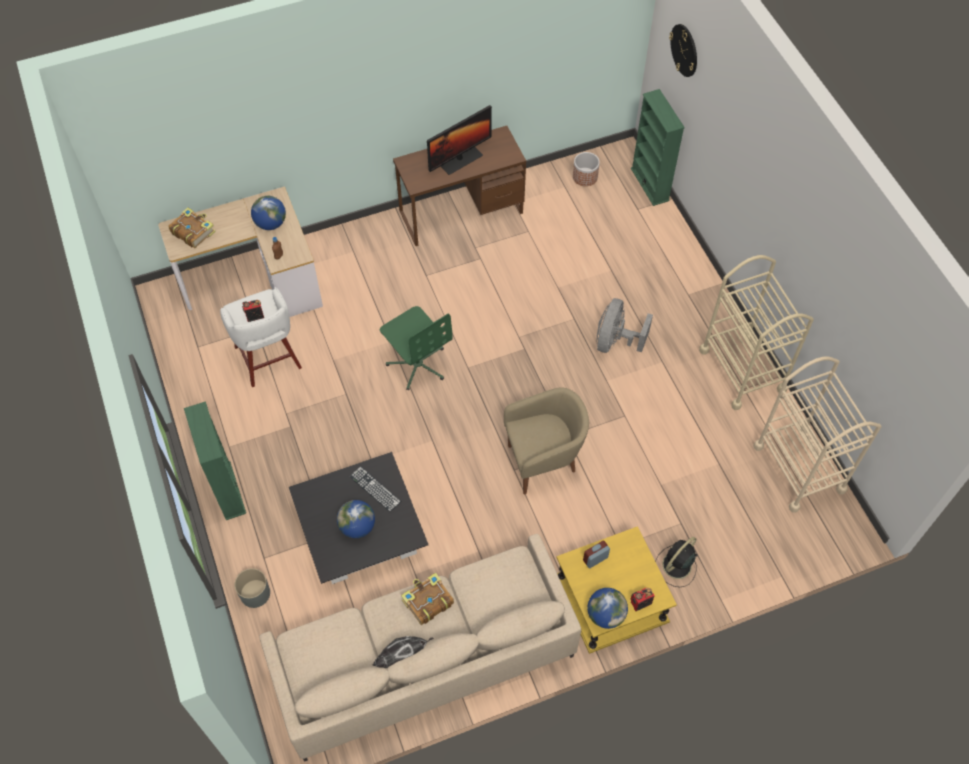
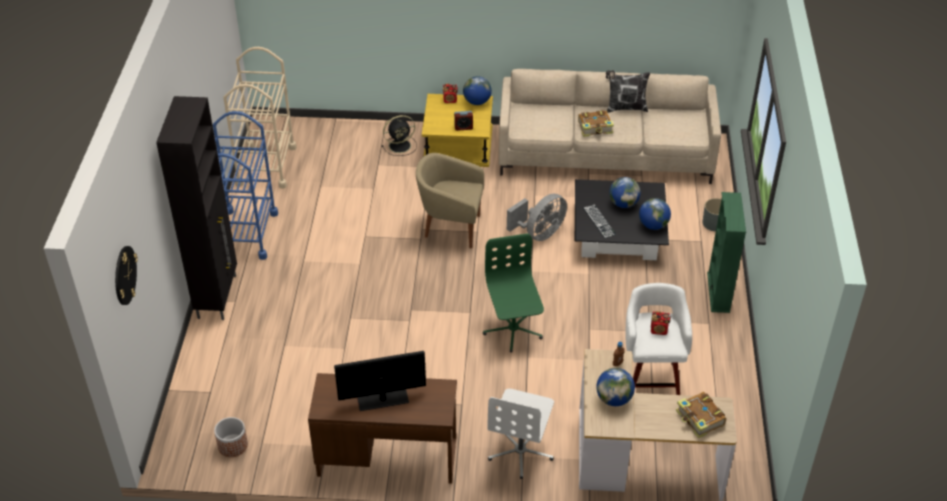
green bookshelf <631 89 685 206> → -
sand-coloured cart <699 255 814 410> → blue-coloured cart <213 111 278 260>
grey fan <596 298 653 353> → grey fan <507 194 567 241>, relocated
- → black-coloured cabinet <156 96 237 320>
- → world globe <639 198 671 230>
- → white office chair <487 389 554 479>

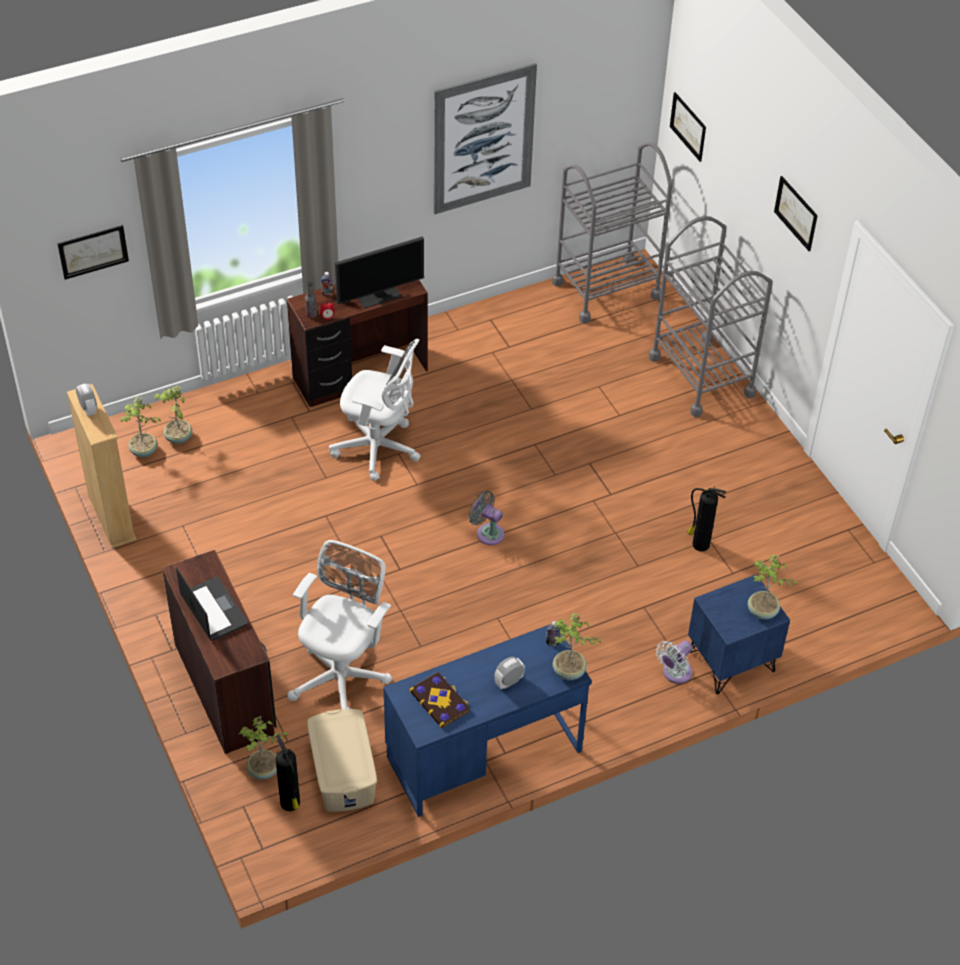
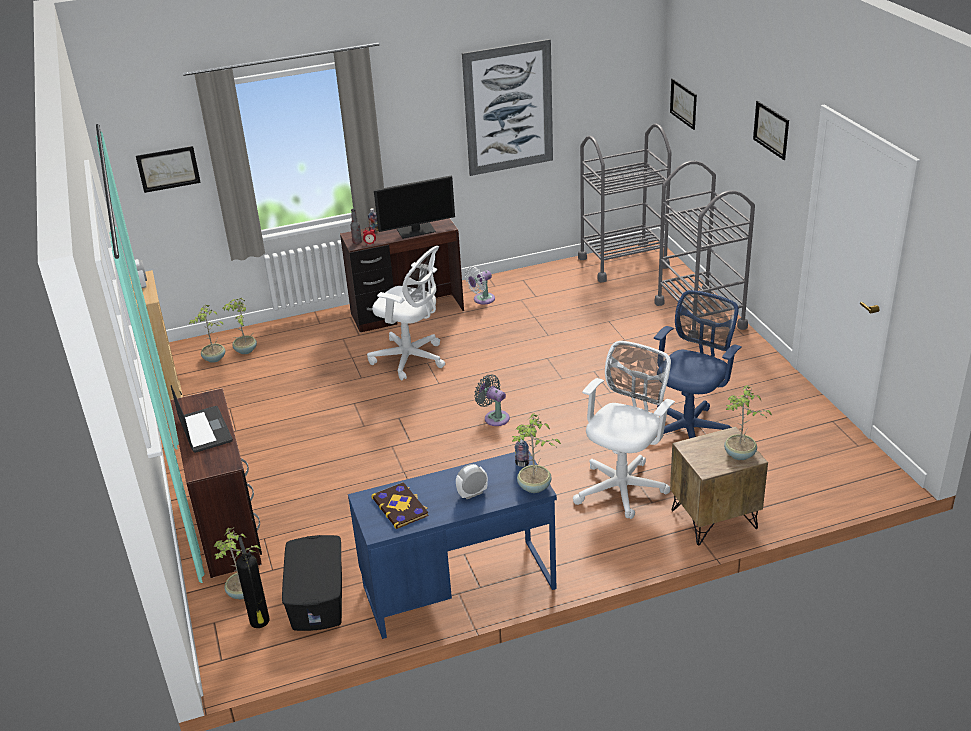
fire-fighting cylinder <687 486 726 551> → blue-coloured office chair <654 290 742 439>
white office chair <288 540 392 709> → white office chair <573 341 675 519>, relocated
blue-coloured nightstand <688 574 790 694> → brownish nightstand <670 427 768 545>
white fan <656 641 692 684> → white fan <465 266 495 305>, relocated
sand-coloured storage bin <307 709 377 812> → black-coloured storage bin <282 535 342 631>

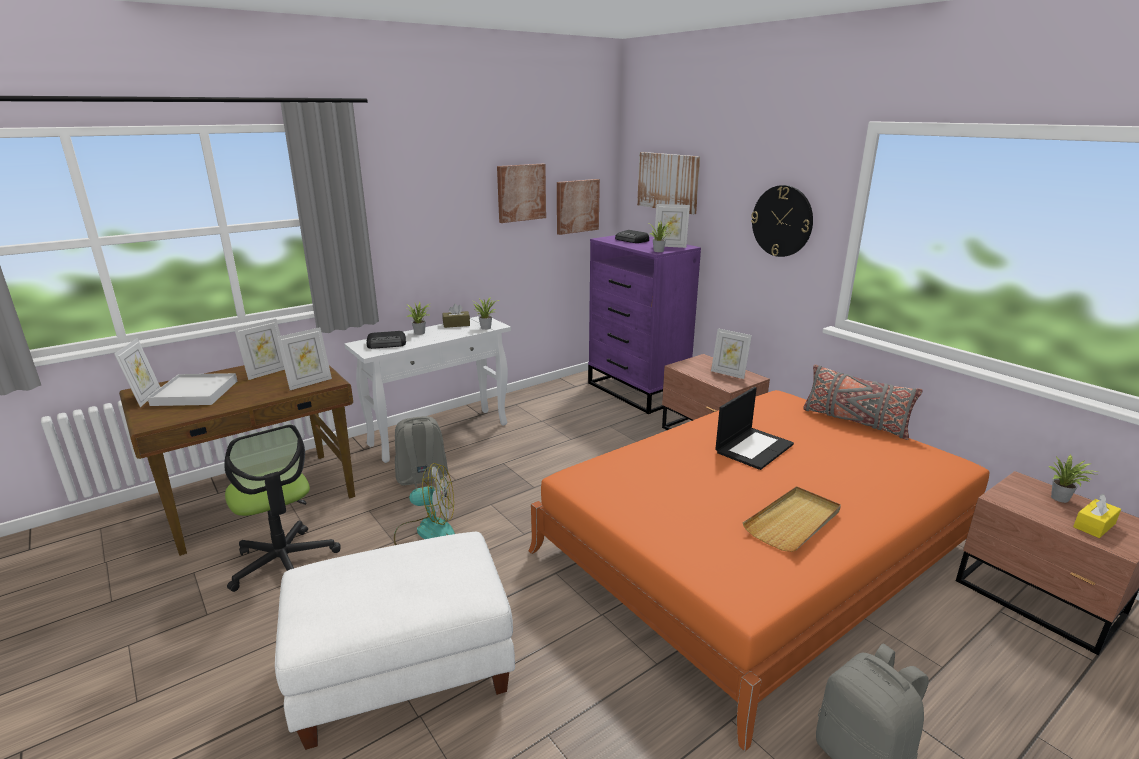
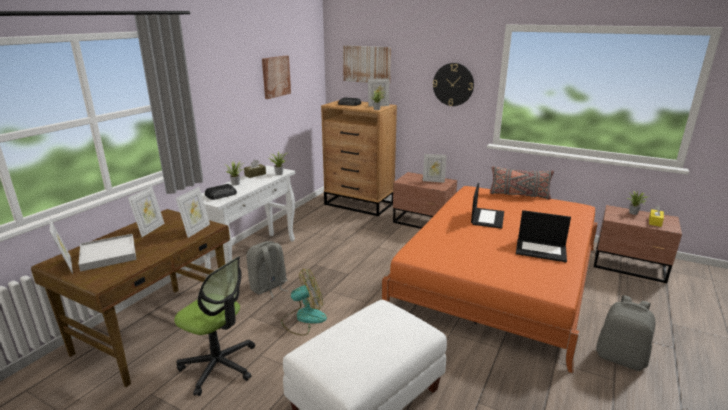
wall art <557 179 600 235> → -
purple-coloured chest of drawers <588 235 701 414> → brownish chest of drawers <321 100 397 216>
sand-coloured carrying tray <743 486 841 552> → laptop <516 210 571 262>

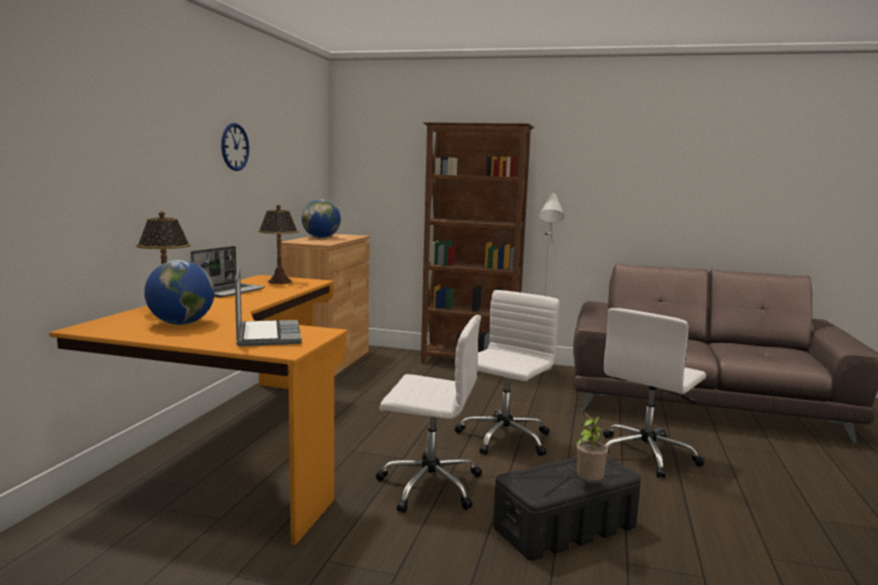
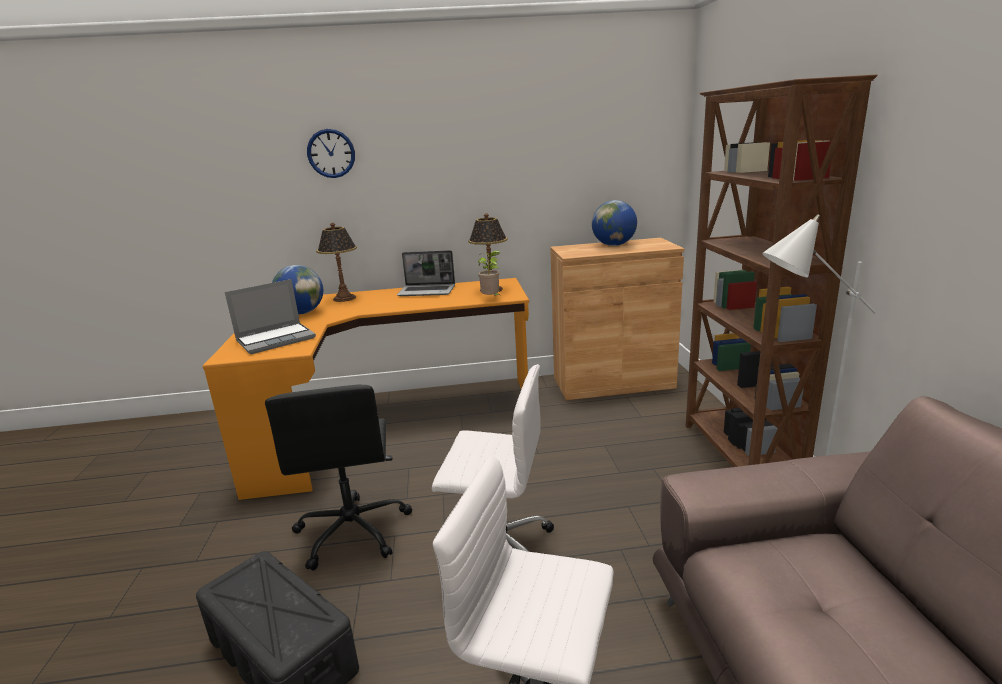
clock on the wall <221 123 249 171> → clock on the wall <307 129 355 178>, relocated
white office chair <376 315 482 513> → black-coloured office chair <265 385 412 570>
plant in a pot <576 412 608 481> → plant in a pot <478 251 500 296>, relocated

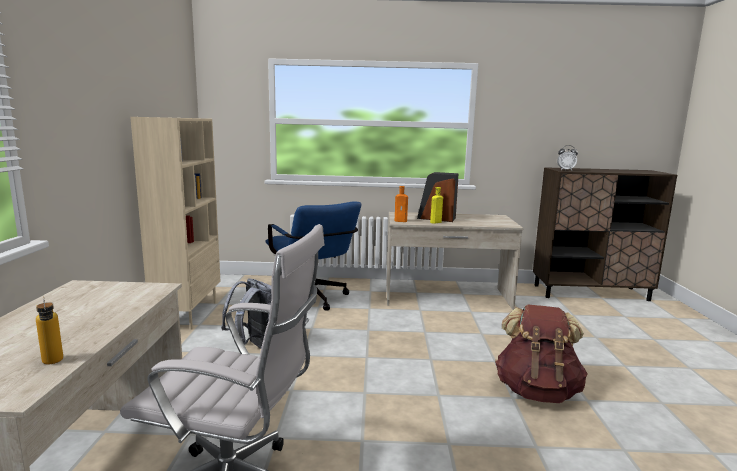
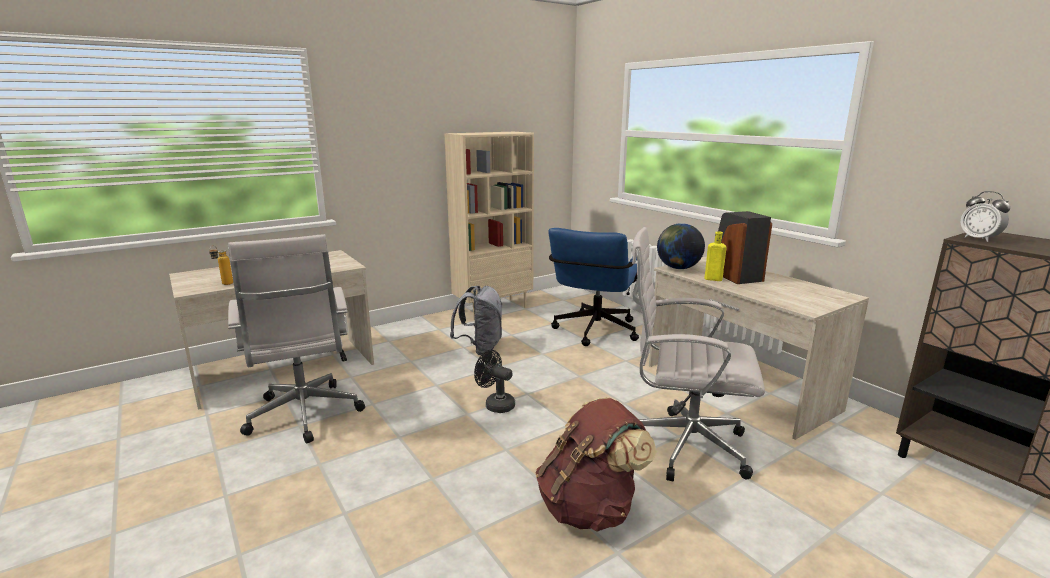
orange beverage bottle <395 186 408 222> → world globe <657 223 705 269>
- → white office chair <632 227 765 481>
- → black-coloured fan <474 350 515 413>

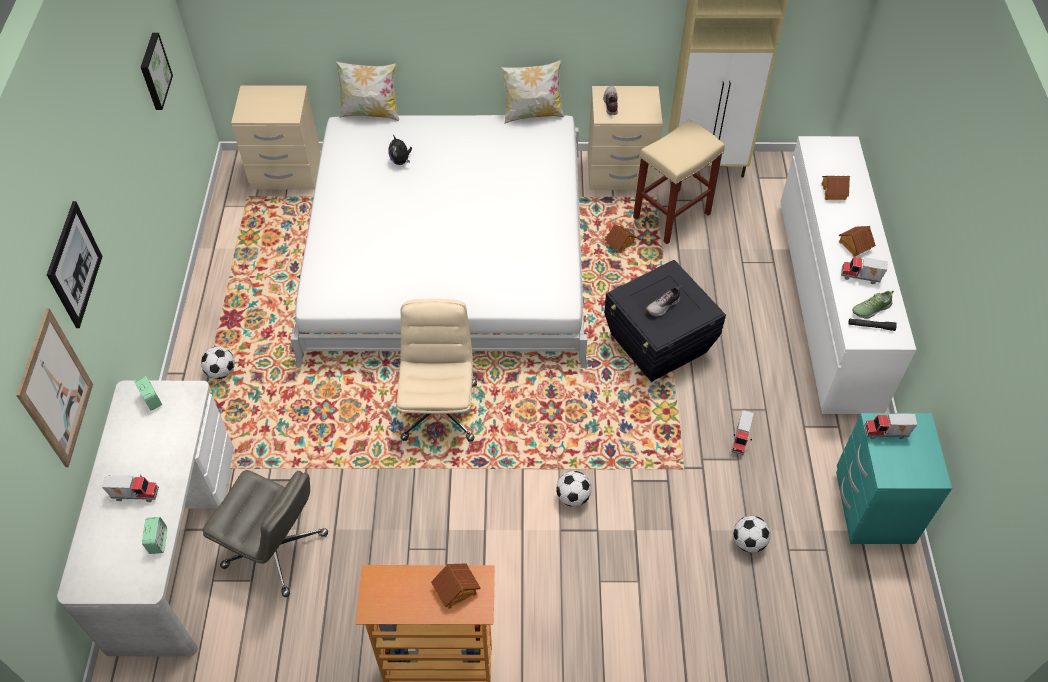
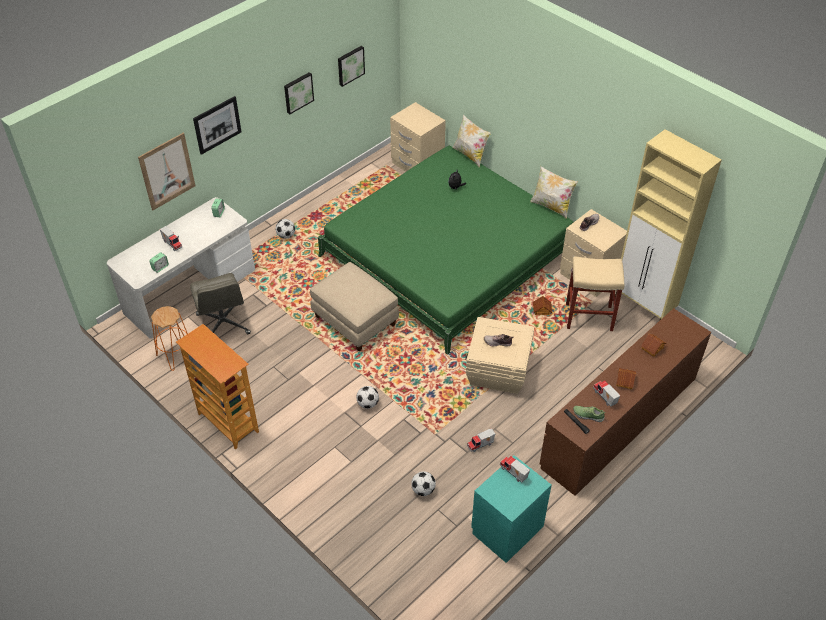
white sleeping bed <290 115 588 368> → green sleeping bed <318 146 573 355>
white chest of drawers <780 136 916 414> → brownish chest of drawers <540 308 711 496>
black-coloured storage bin <604 260 726 382> → sand-coloured storage bin <465 317 534 394>
sand-coloured office chair <396 299 477 442> → sand-coloured pouffe <310 262 399 351>
model house <431 564 481 609> → -
- → wall art <284 72 314 114>
- → orange stool <151 306 188 371>

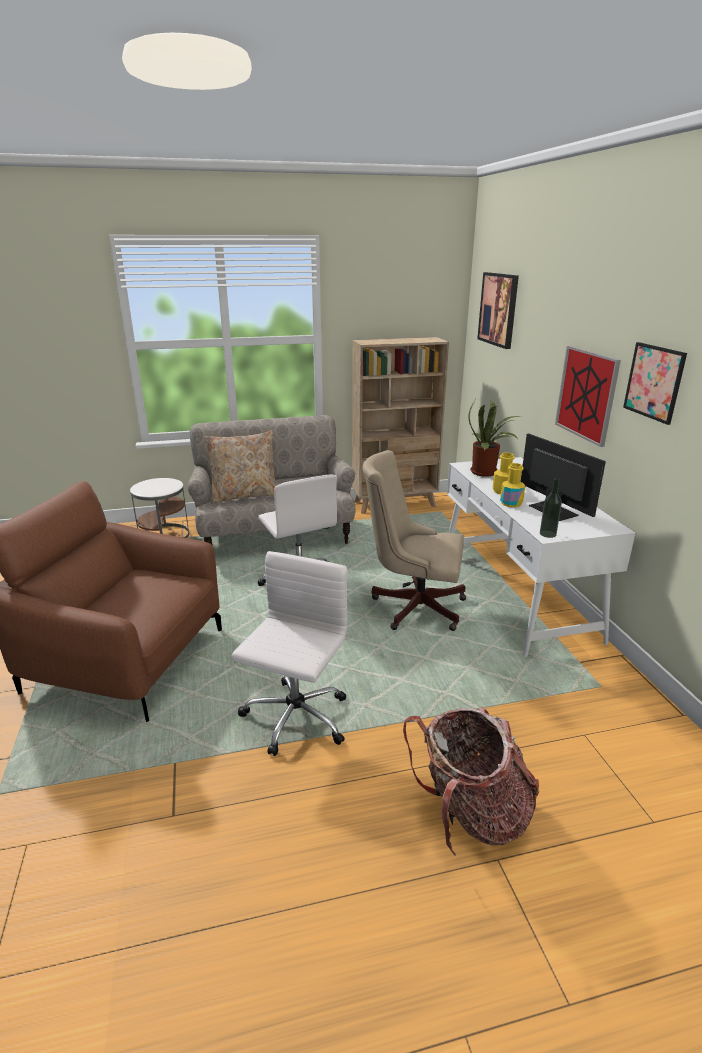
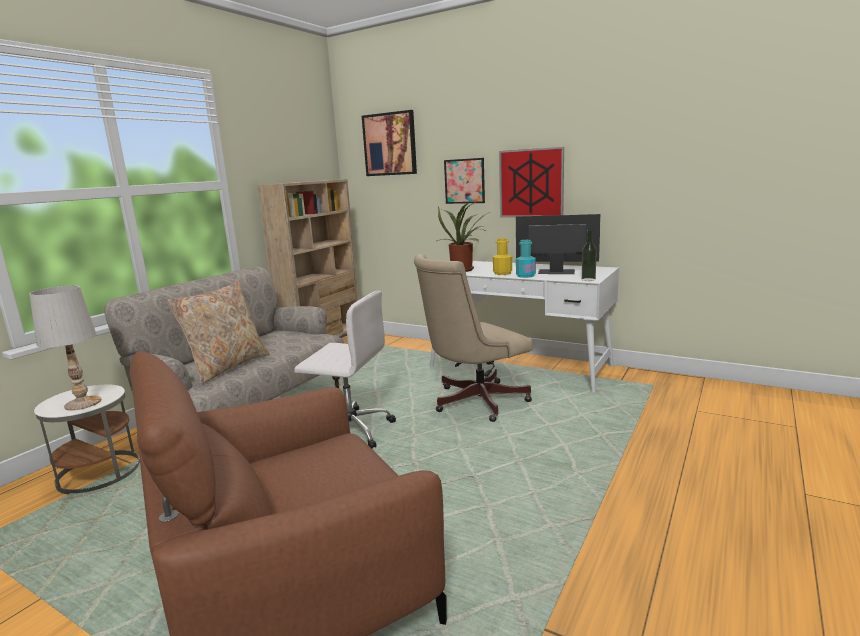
wall art <623 342 687 425> → wall art <444 158 485 204>, relocated
yellow beverage bottle <500 463 525 507> → turquoise beverage bottle <516 240 536 278>
white office chair <232 551 348 756> → -
backpack <403 707 539 856> → -
- → white lamp for a table <29 285 101 410>

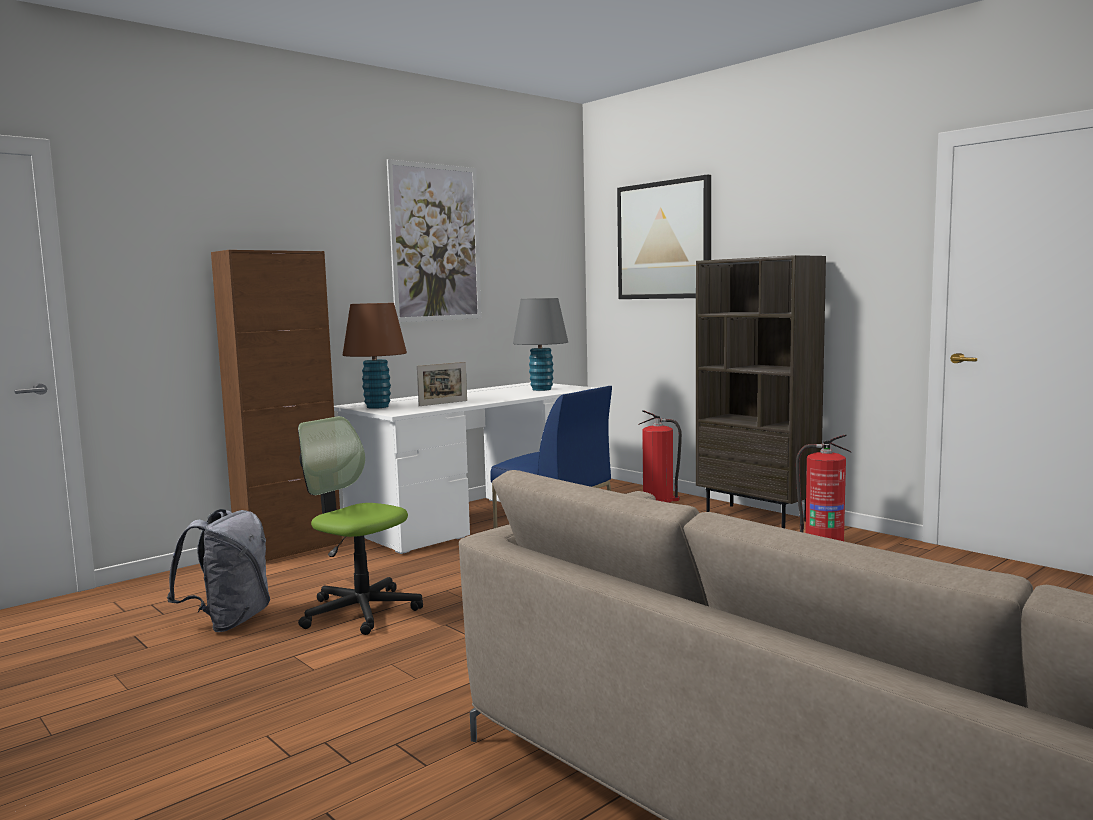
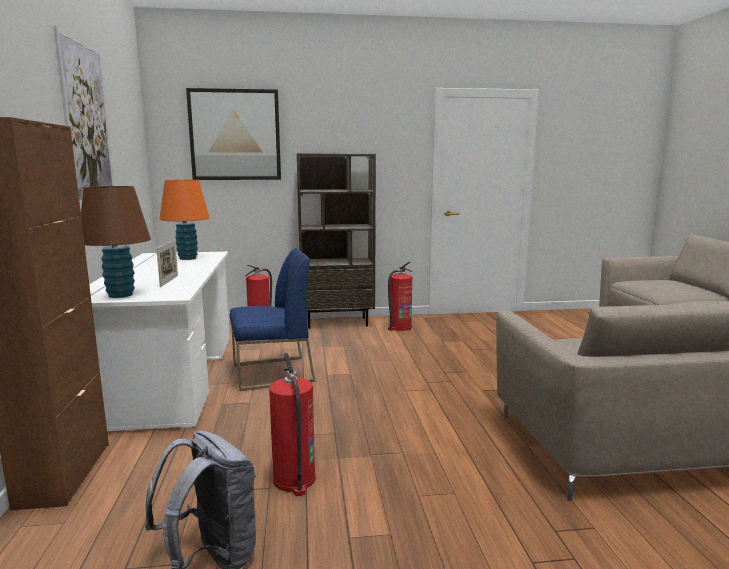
grey lamp for a table <513 298 568 391> → orange lamp for a table <159 180 210 260>
office chair <298 416 423 635> → fire-fighting cylinder <269 353 316 496>

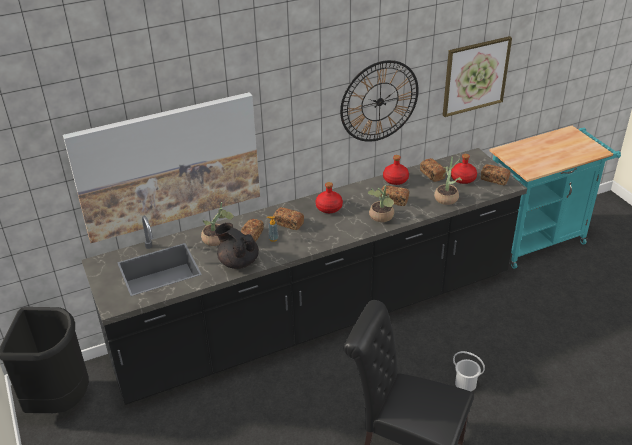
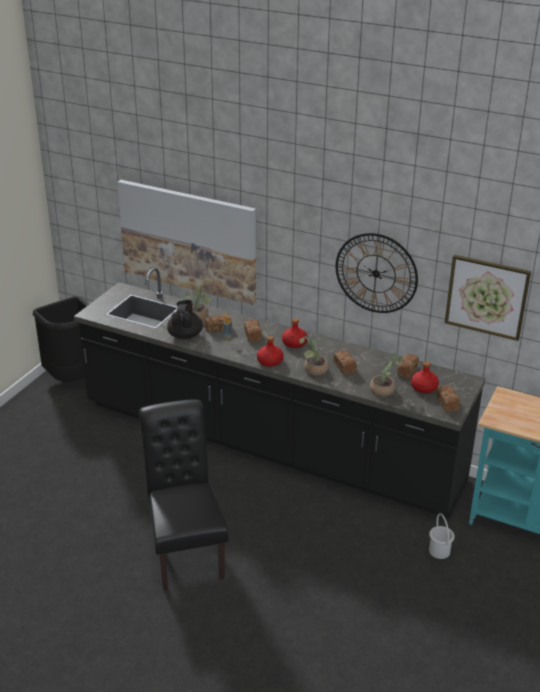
red beverage bottle <383 155 409 185> → red beverage bottle <257 336 283 367>, relocated
white pail <453 351 485 391> → white pail <429 513 455 559>, relocated

